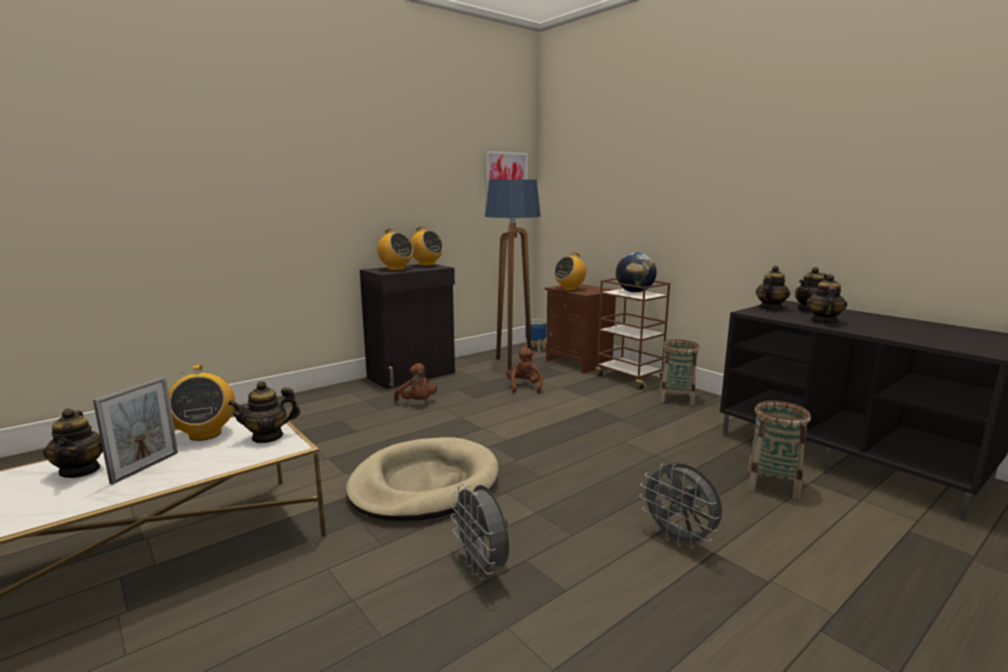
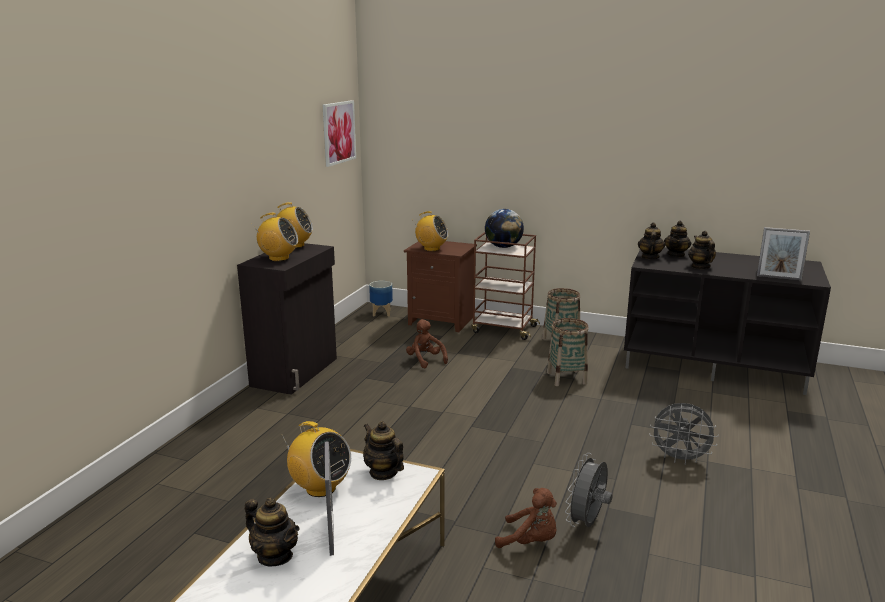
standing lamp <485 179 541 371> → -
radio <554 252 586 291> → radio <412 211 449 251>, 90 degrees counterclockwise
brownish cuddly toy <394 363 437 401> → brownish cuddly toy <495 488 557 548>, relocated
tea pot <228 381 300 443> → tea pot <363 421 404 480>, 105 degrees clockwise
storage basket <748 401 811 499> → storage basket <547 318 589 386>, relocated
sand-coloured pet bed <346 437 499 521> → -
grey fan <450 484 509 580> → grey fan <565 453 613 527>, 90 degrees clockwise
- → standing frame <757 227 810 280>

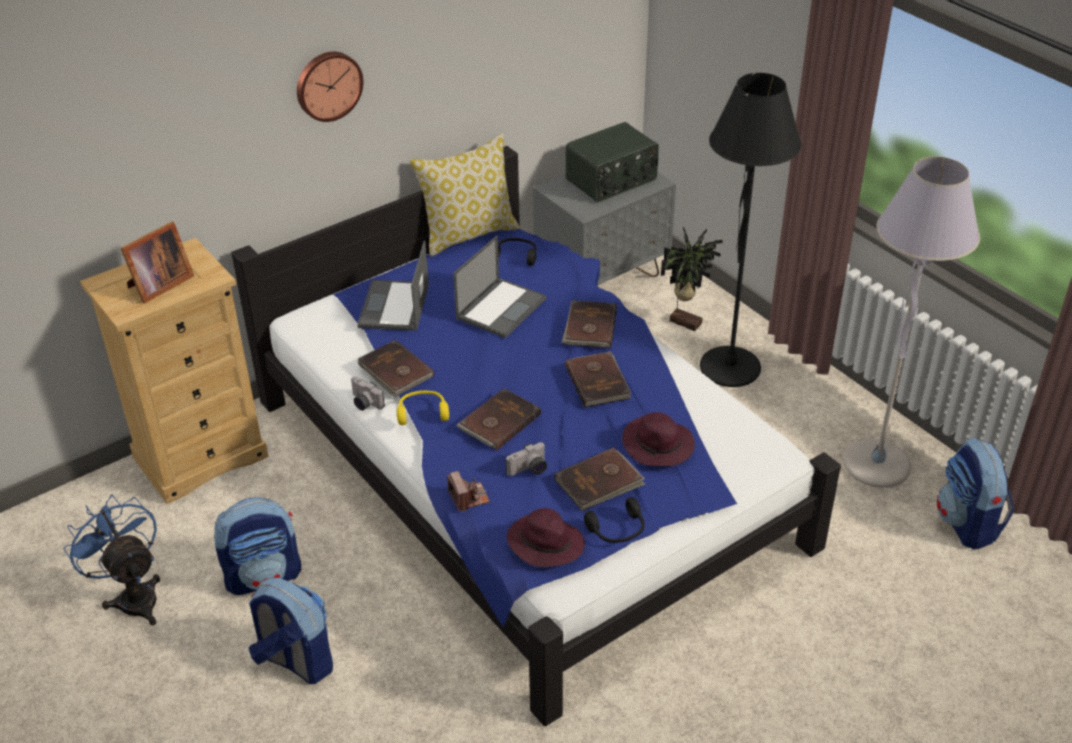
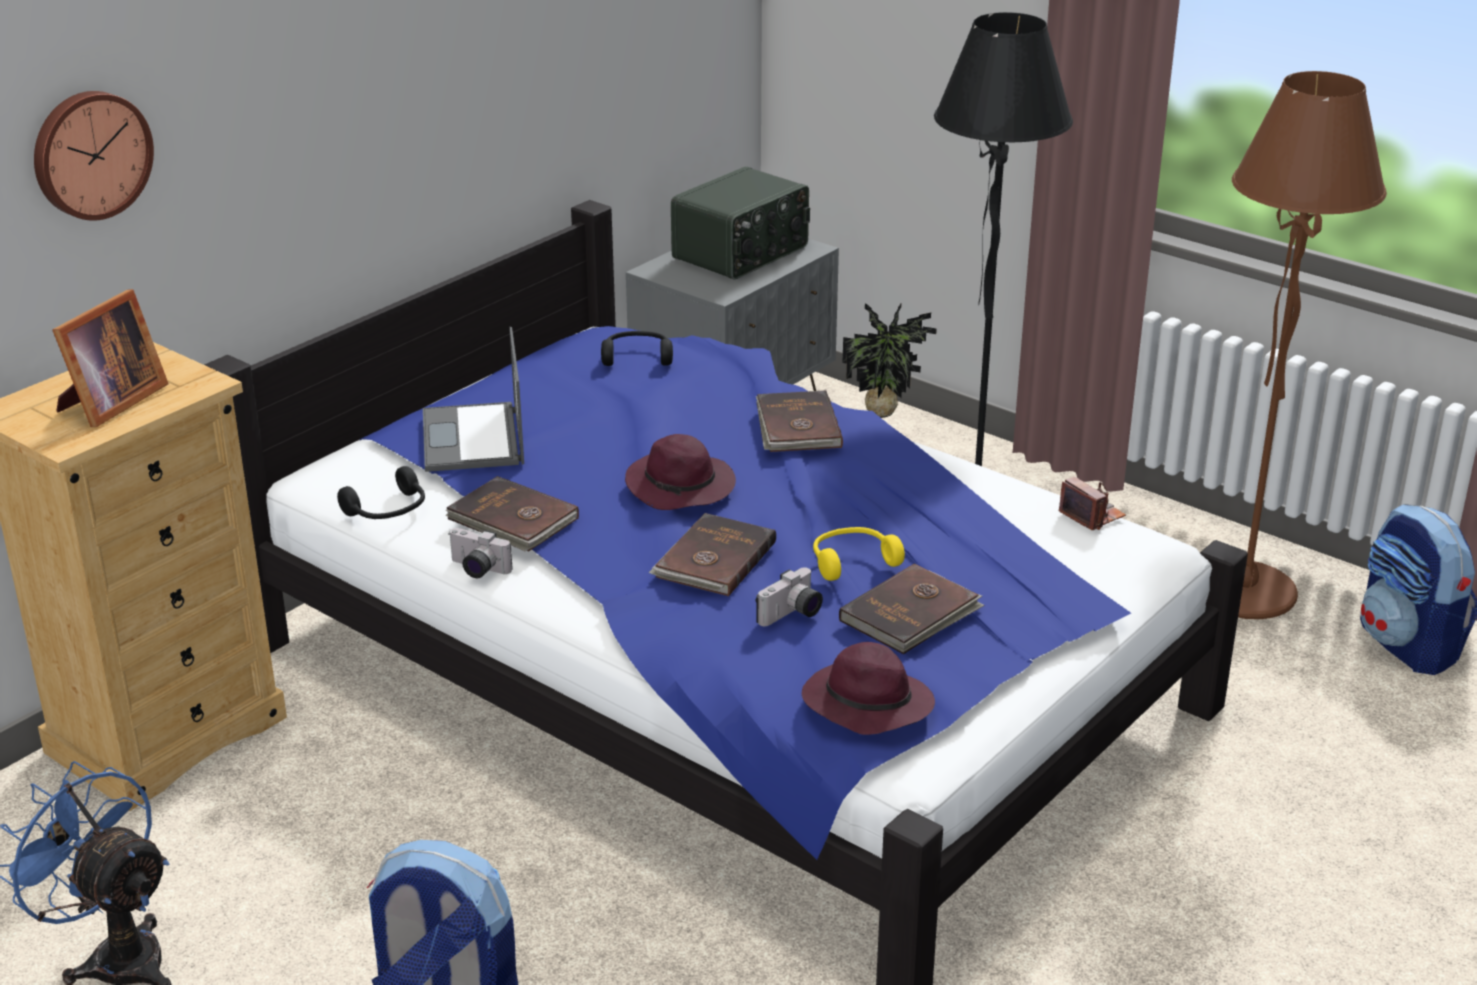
clock on the wall <297 52 363 122> → clock on the wall <34 91 154 221>, relocated
pillow <410 133 520 257> → -
grey standing lamp <844 156 980 488> → brownish standing lamp <1232 71 1387 619>
laptop <453 236 546 338> → -
brownish volume <565 351 631 407> → -
yellow headset <397 391 449 425> → yellow headset <813 527 905 581>, relocated
purple-coloured wearable hat <622 412 695 466> → purple-coloured wearable hat <625 434 736 510>, relocated
still camera <447 471 490 512> → still camera <1059 477 1126 530>, relocated
backpack <214 497 301 595> → -
black-coloured headset <584 497 645 543> → black-coloured headset <337 466 425 519>, relocated

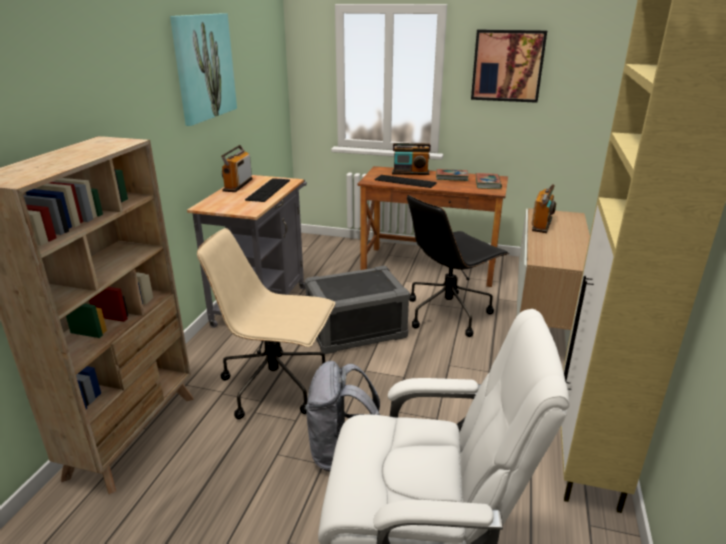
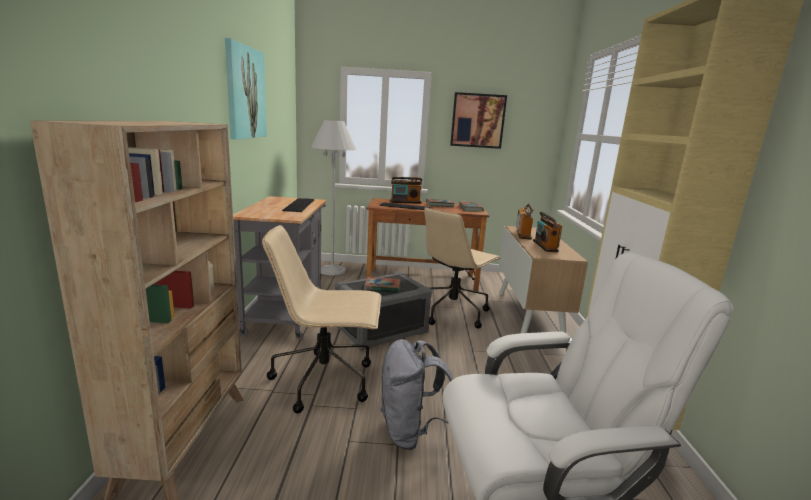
radio <221 145 253 192> → radio <533 212 562 252>, relocated
black-coloured office chair <407 194 509 337> → sand-coloured office chair <424 207 501 329>
- → white standing lamp <311 120 356 275>
- → volume <364 277 400 293>

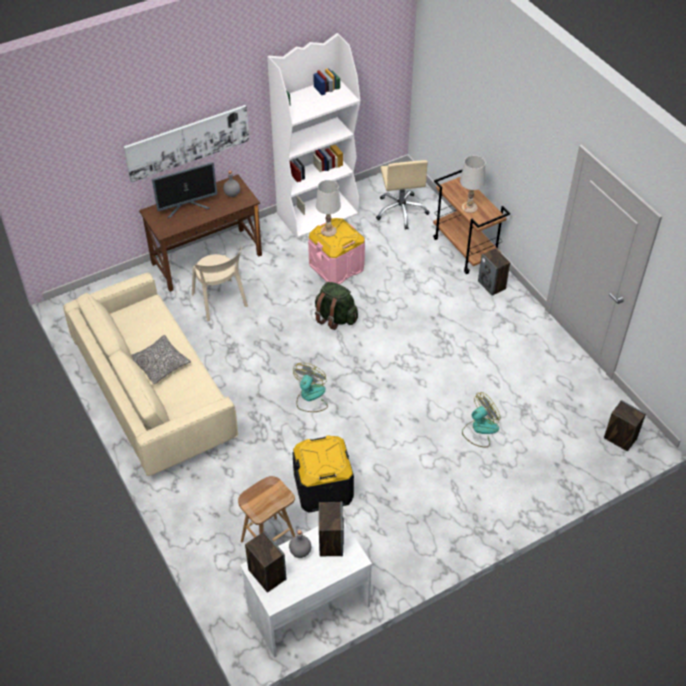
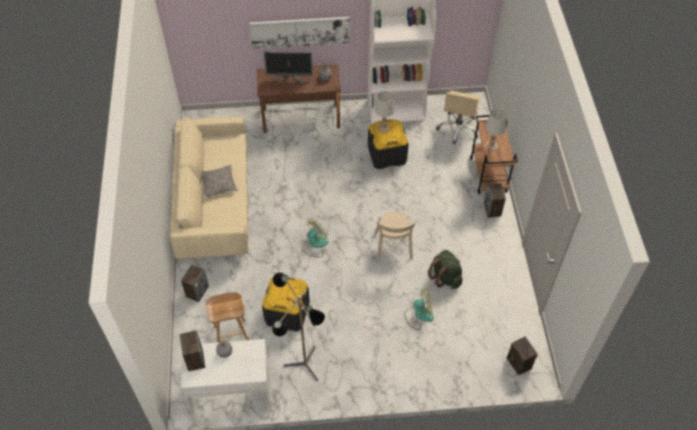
pink storage bin <308 218 365 284> → black-coloured storage bin <368 119 409 169>
sand-coloured upright chair <192 248 248 322> → sand-coloured upright chair <375 212 418 261>, relocated
green backpack <315 282 358 330> → green backpack <428 250 462 289>, relocated
audio speaker <319 502 344 557> → audio speaker <181 264 209 302>, relocated
- → standing lamp <272 272 325 381>

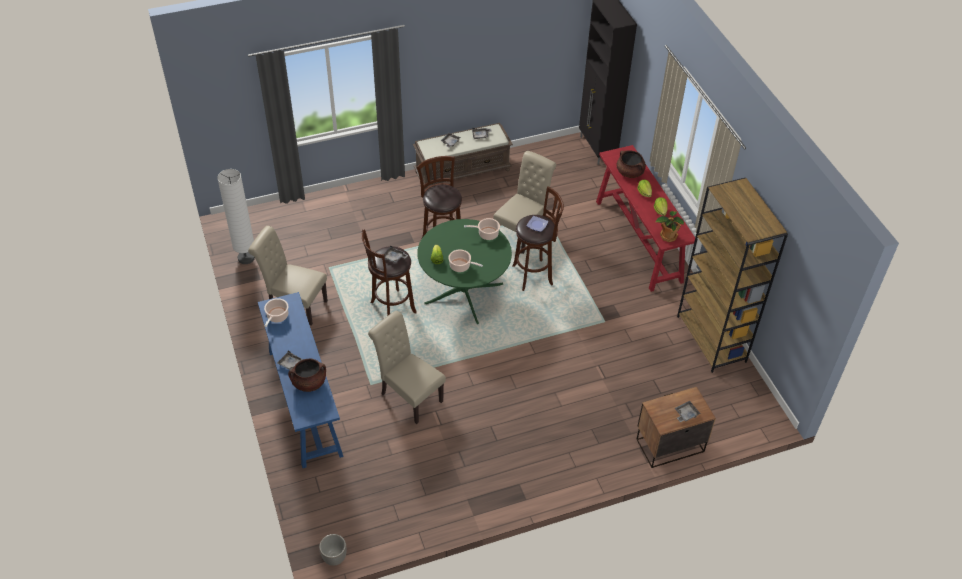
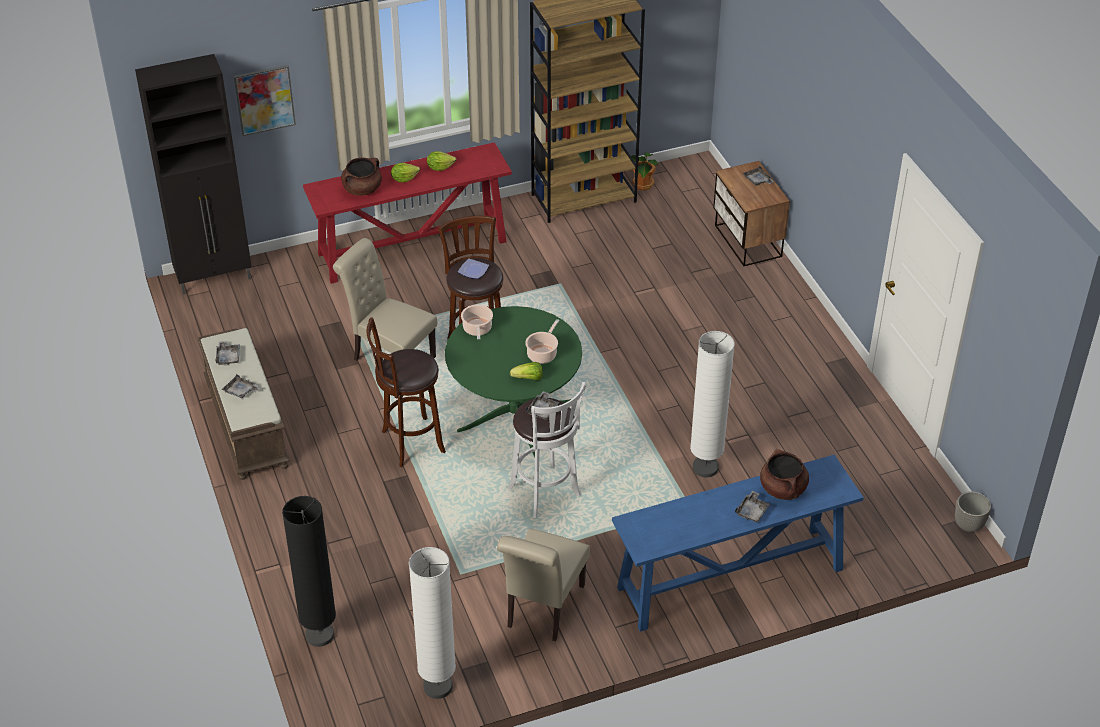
plant in a pot <655 211 684 242> → plant in a pot <631 152 658 191>, relocated
brownish stool <362 229 417 316> → white stool <508 382 586 518>
saucepot <264 298 288 327> → -
sand-coloured upright chair <368 311 446 424> → white standing lamp <690 331 735 477>
- → wall art <234 65 296 136>
- → black-coloured standing lamp <282 496 336 647>

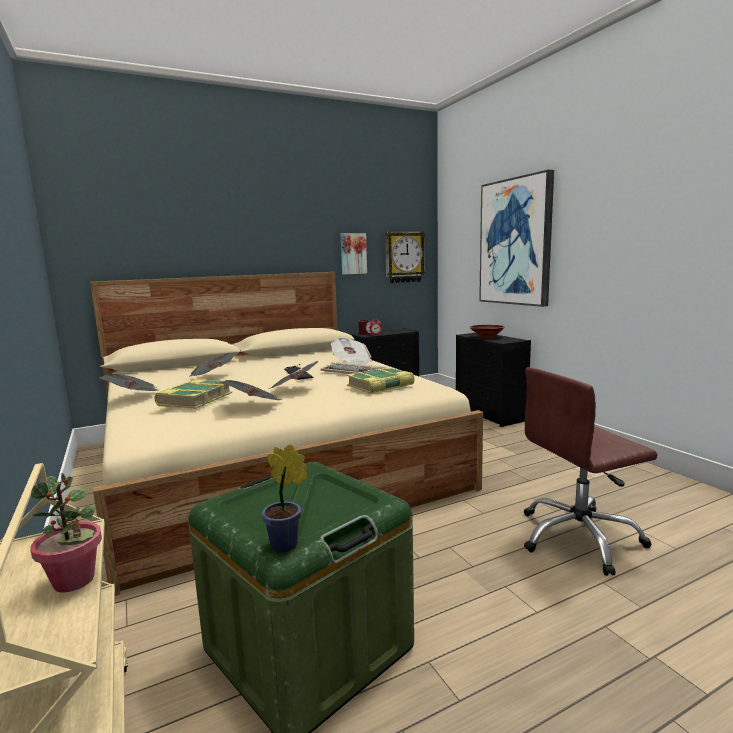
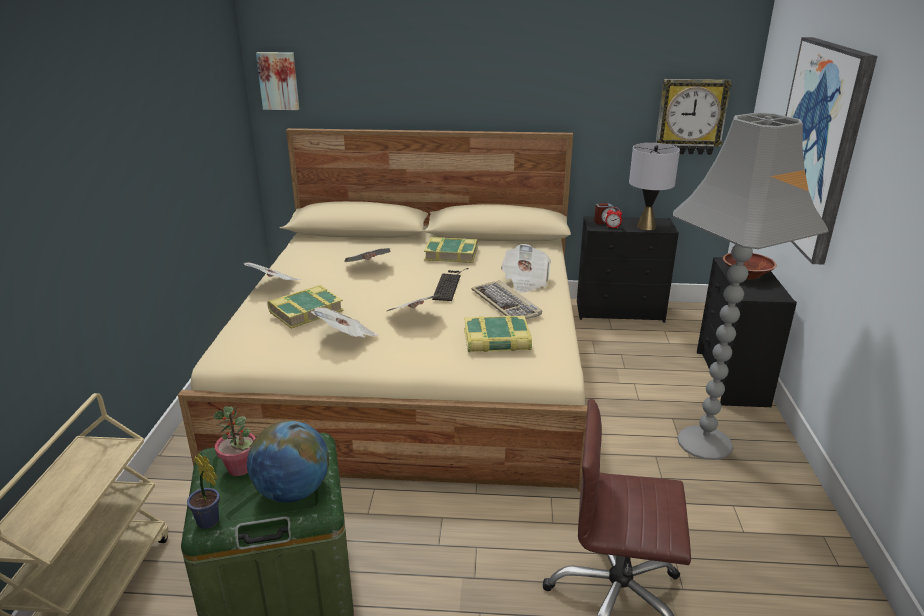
wall art <341 233 367 275> → wall art <256 52 299 110>, relocated
plant in a pot <30 473 102 592> → plant in a pot <214 405 256 476>, relocated
- → grey standing lamp <673 112 828 460>
- → grey lamp for a table <629 143 680 230>
- → volume <424 237 478 263>
- → world globe <247 421 329 502>

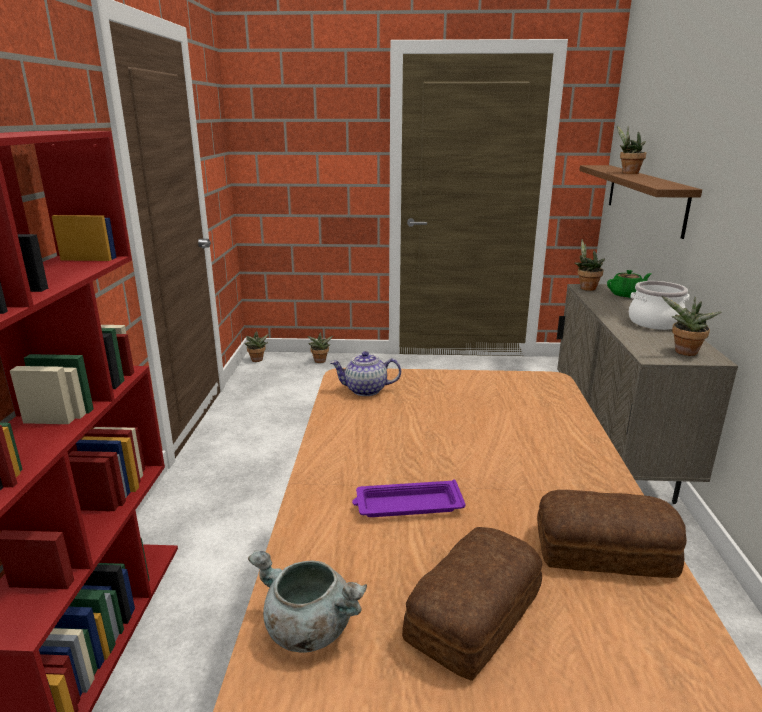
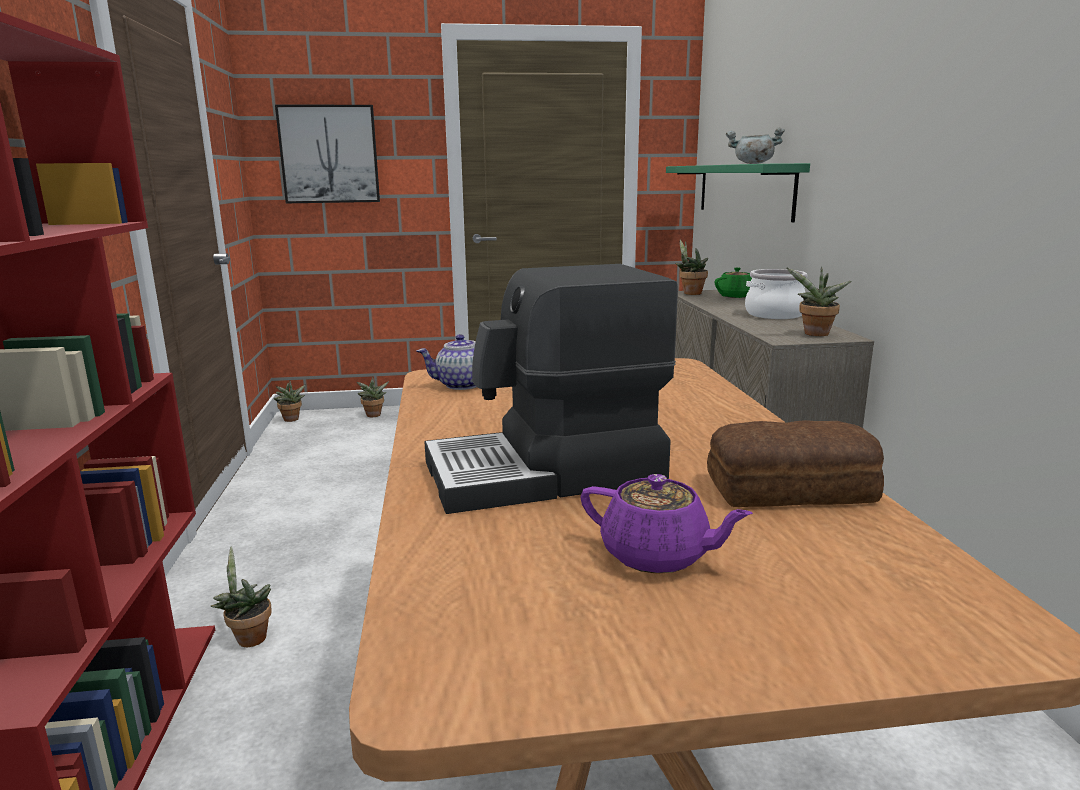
plant in a pot <617 126 646 174> → plant in a pot <211 546 272 647>, relocated
brownish shelf <579 165 702 239> → green shelf <666 163 810 222>
purple-coloured carrying tray <352 480 466 517> → coffee maker <424 264 678 514>
bakery bread <402 527 542 681> → purple-coloured tea pot <580 474 753 574>
grey saucepot <248 550 367 653> → grey saucepot <726 128 785 164>, relocated
- → wall art <275 105 380 203>

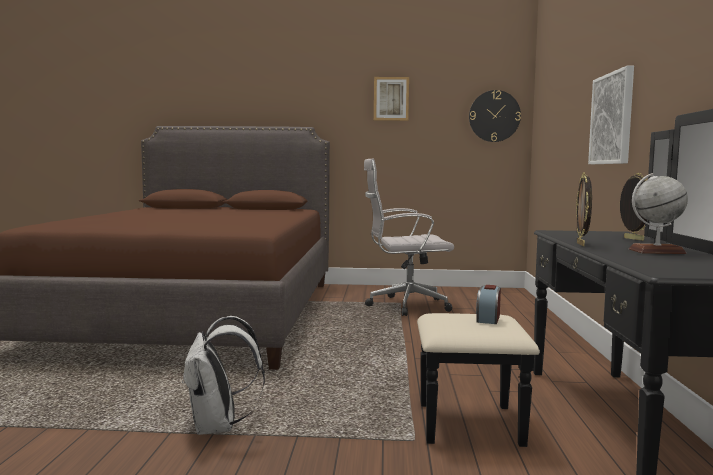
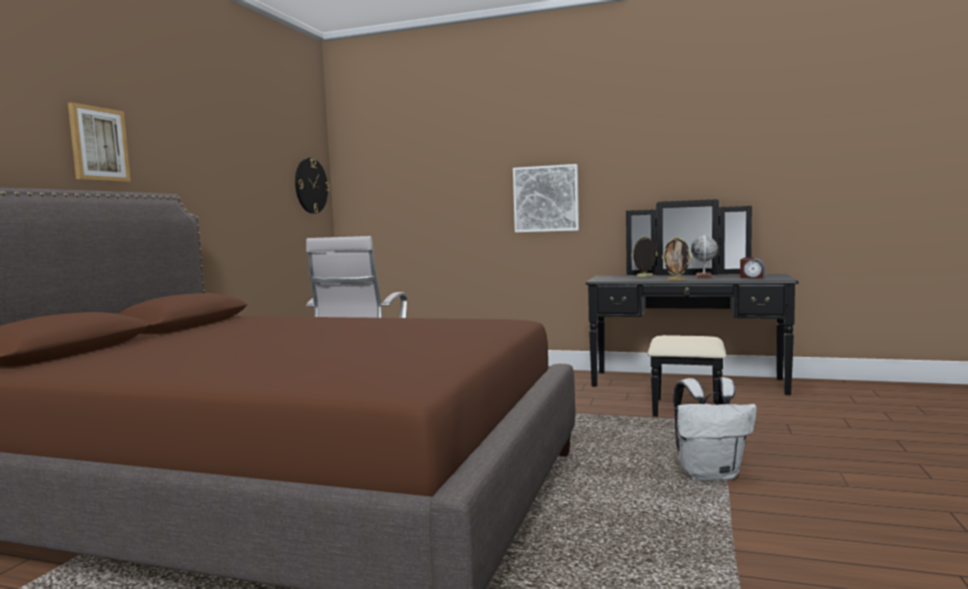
wall art <374 77 409 121> → wall art <68 102 131 182>, relocated
table clock <476 285 501 324> → table clock <740 258 765 278>, relocated

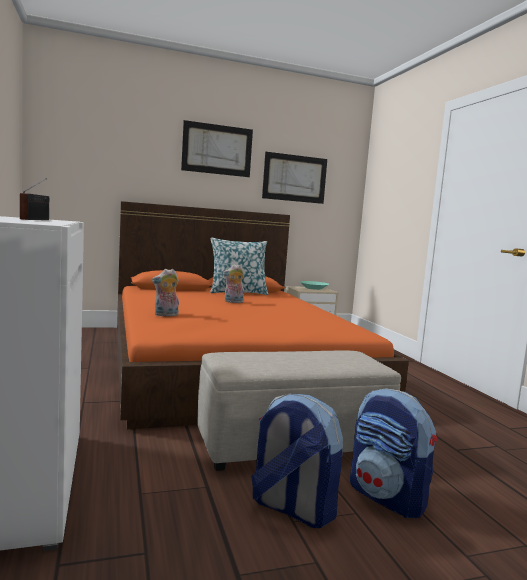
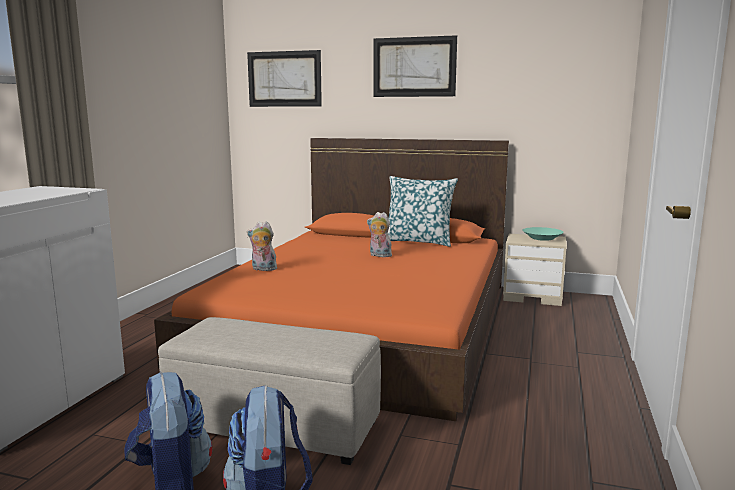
wall art <262 152 327 204> → wall art <247 50 322 107>, relocated
radio <20 178 49 220> → -

